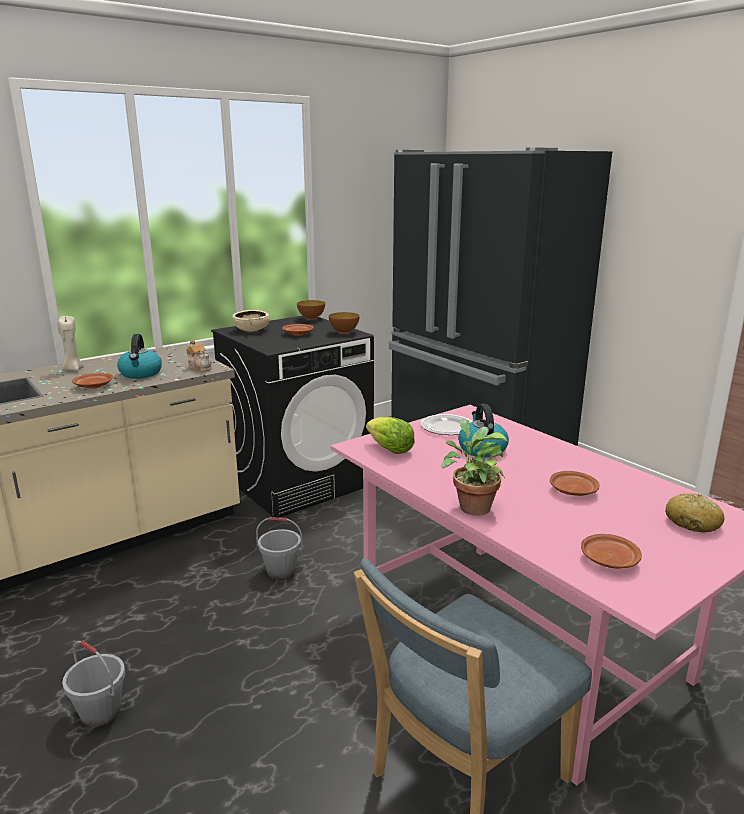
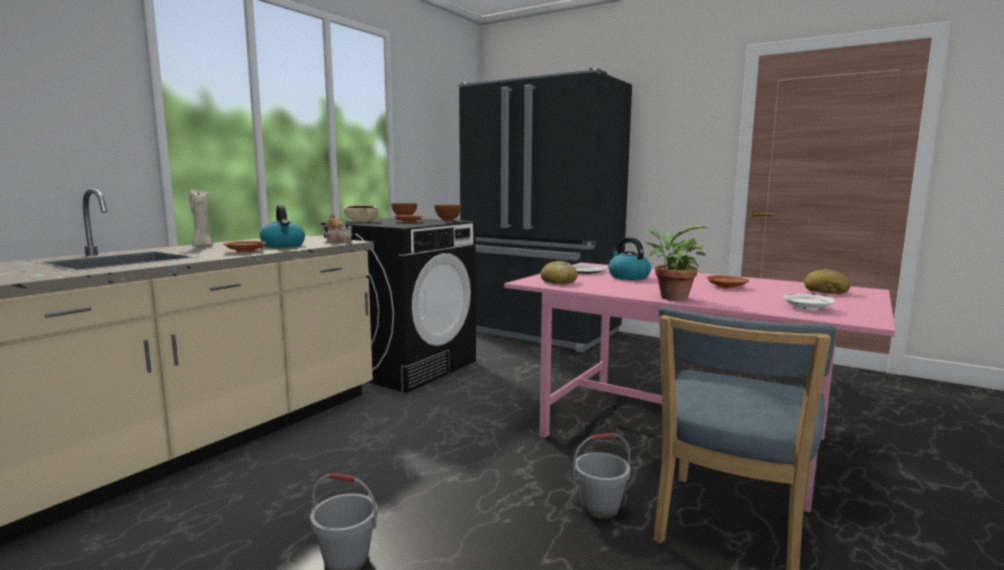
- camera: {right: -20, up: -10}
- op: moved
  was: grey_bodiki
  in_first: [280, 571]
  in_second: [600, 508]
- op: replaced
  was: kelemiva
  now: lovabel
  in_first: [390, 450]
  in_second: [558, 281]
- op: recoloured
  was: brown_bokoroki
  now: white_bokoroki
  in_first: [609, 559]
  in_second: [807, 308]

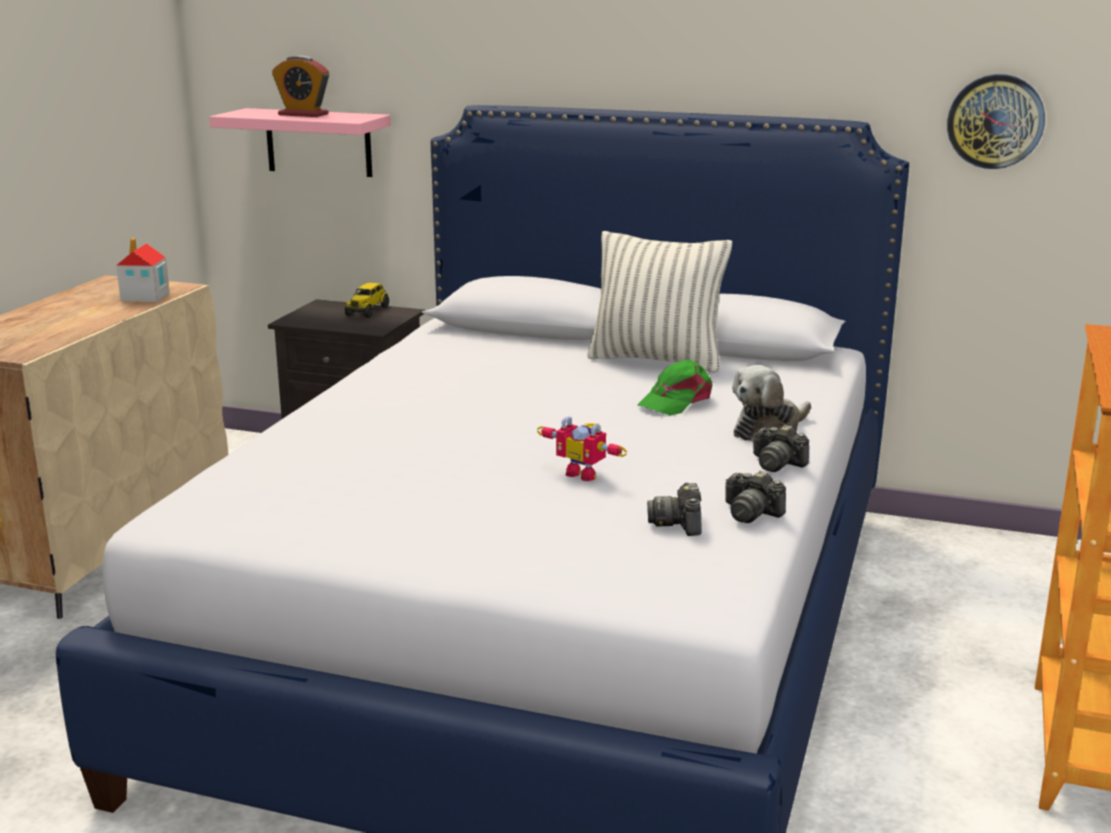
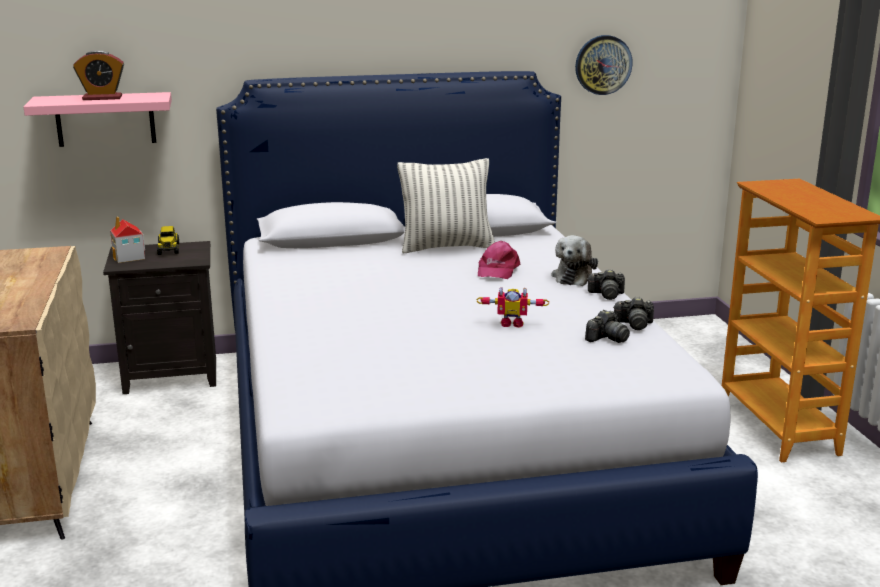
- camera: {right: -30, up: 0}
- op: moved
  was: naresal
  in_first: [145, 297]
  in_second: [129, 257]
- op: recoloured
  was: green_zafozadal
  now: pink_zafozadal
  in_first: [676, 401]
  in_second: [497, 270]
- op: turned
  was: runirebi
  in_first: [679, 523]
  in_second: [607, 338]
  clockwise: -105

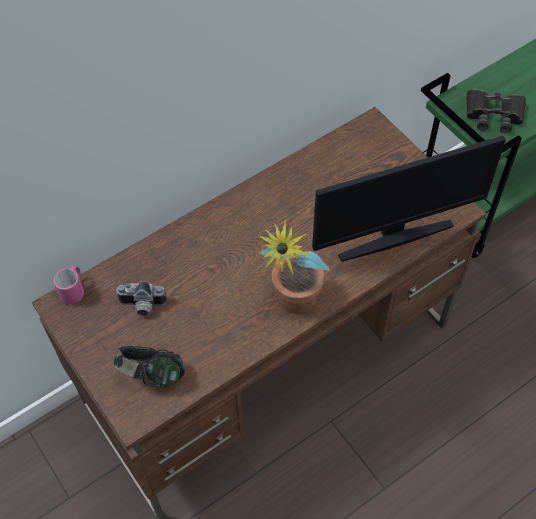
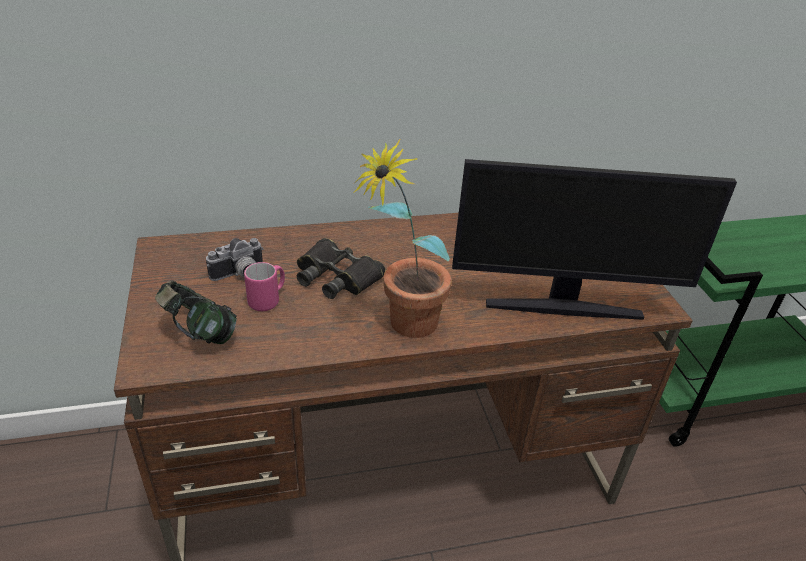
- camera: {right: 20, up: -20}
- op: moved
  was: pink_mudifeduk
  in_first: [74, 290]
  in_second: [268, 300]
- op: turned
  was: runirebi
  in_first: [142, 306]
  in_second: [239, 274]
  clockwise: -60
- op: moved
  was: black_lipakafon
  in_first: [494, 114]
  in_second: [337, 276]

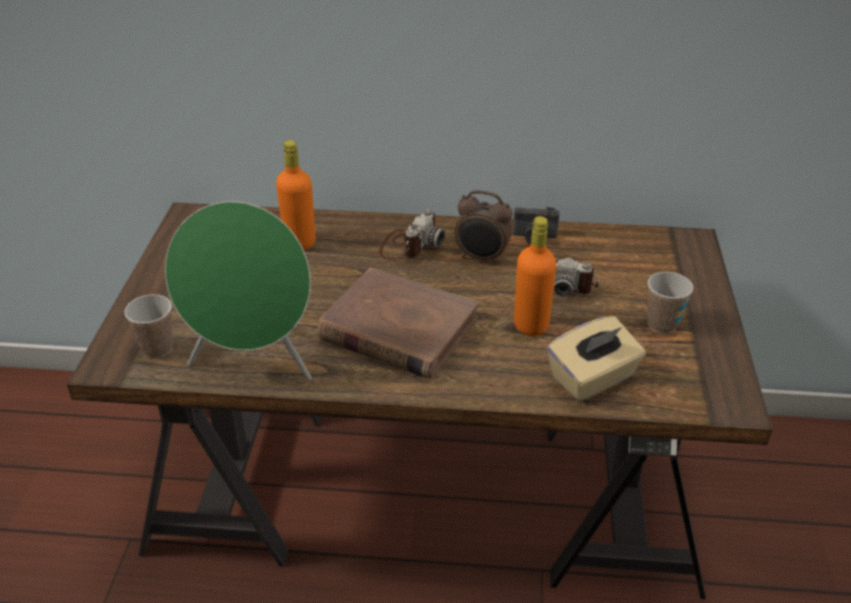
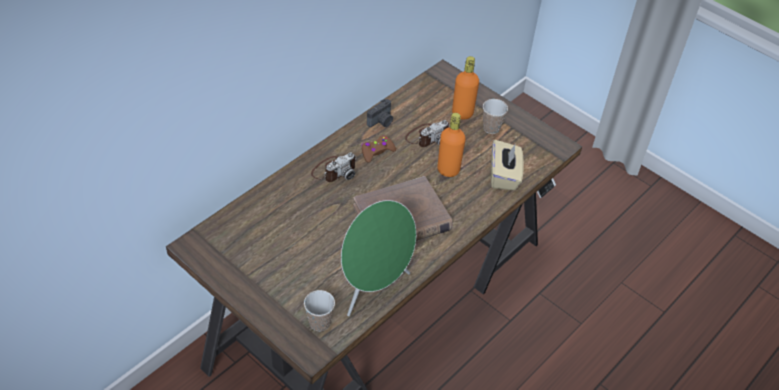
- camera: {right: -55, up: 10}
- op: moved
  was: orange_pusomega
  in_first: [300, 242]
  in_second: [462, 113]
- op: turned
  was: runirebi
  in_first: [409, 245]
  in_second: [334, 170]
  clockwise: 75
- op: replaced
  was: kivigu
  now: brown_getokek
  in_first: [481, 258]
  in_second: [377, 151]

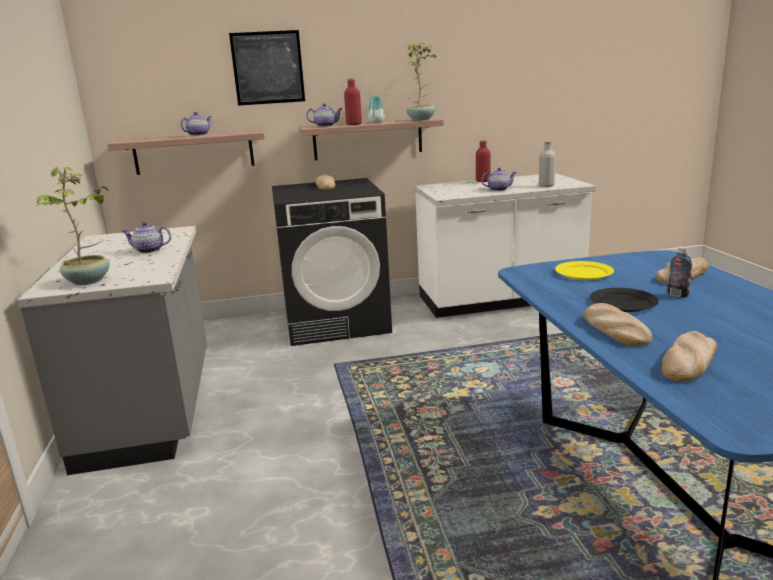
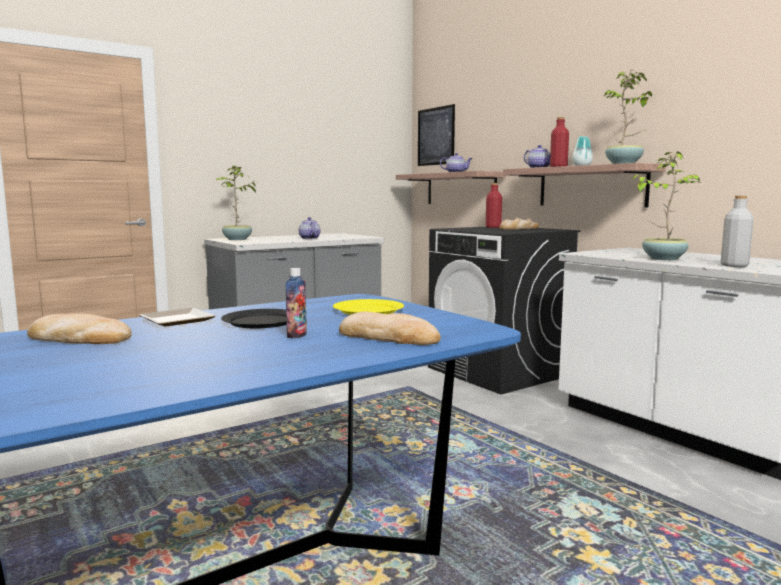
- camera: {right: 65, up: -10}
- op: moved
  was: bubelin
  in_first: [268, 68]
  in_second: [436, 136]
- op: moved
  was: red_pusomega
  in_first: [483, 181]
  in_second: [493, 227]
- op: replaced
  was: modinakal
  now: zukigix
  in_first: [499, 189]
  in_second: [663, 258]
- op: replaced
  was: lovabel
  now: bokoroki
  in_first: [614, 329]
  in_second: [176, 321]

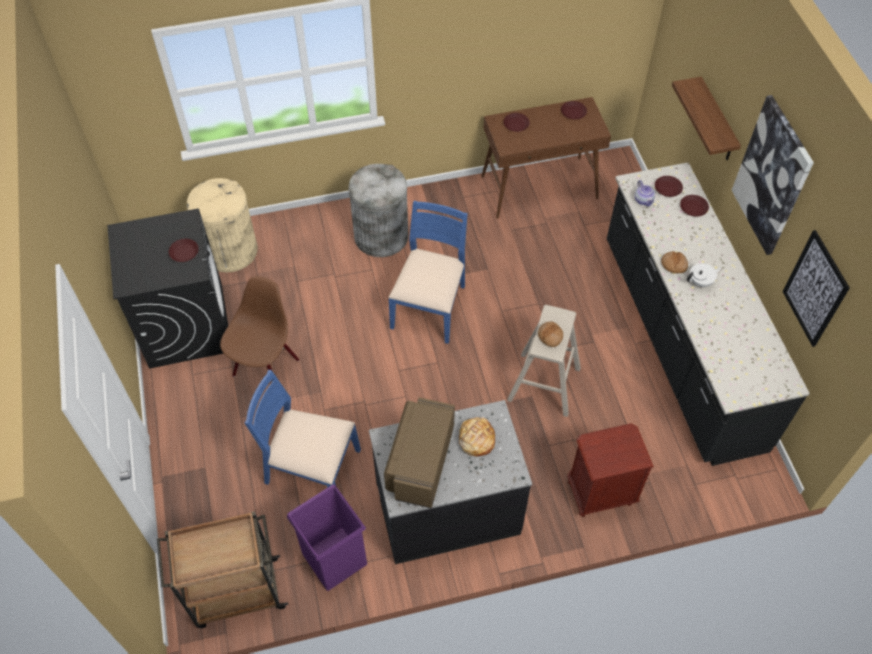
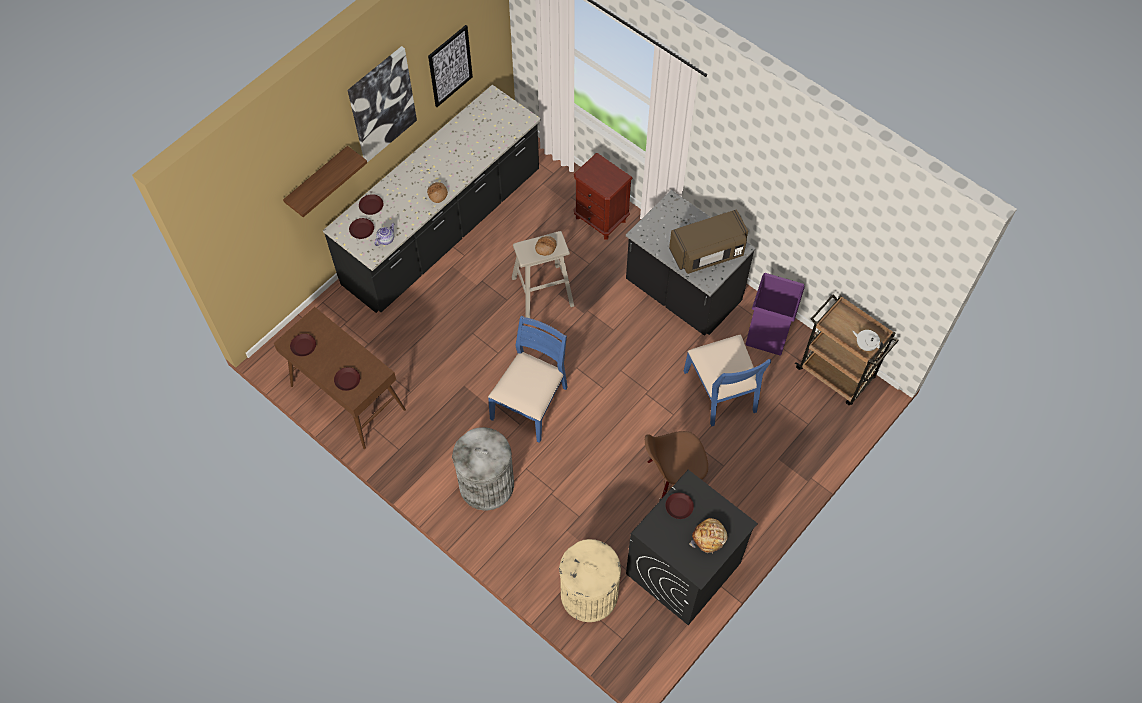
- camera: {right: -125, up: 5}
- op: turned
  was: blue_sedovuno
  in_first: [430, 306]
  in_second: [531, 403]
  clockwise: 135
- op: moved
  was: lovabel
  in_first: [476, 439]
  in_second: [709, 538]
- op: moved
  was: white_modinakal
  in_first: [701, 282]
  in_second: [865, 345]

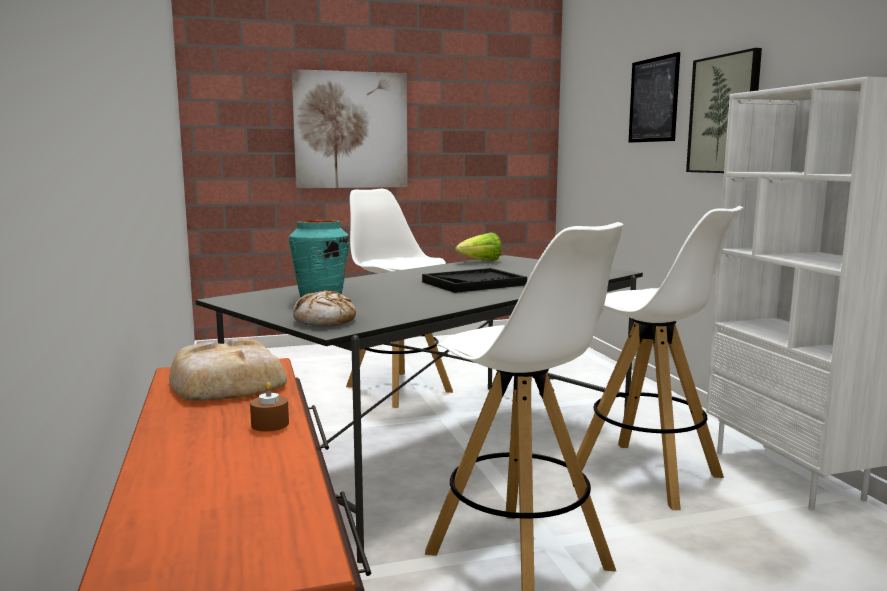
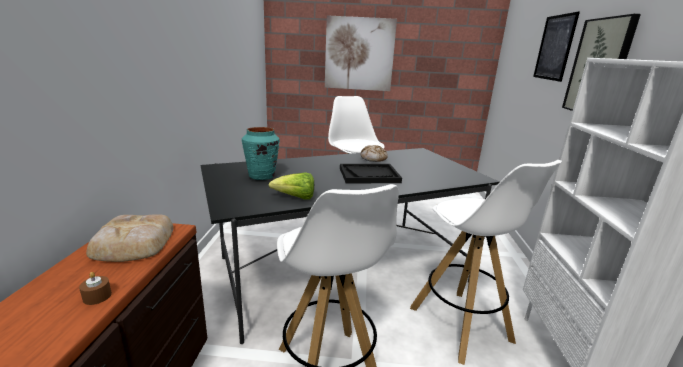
- camera: {right: 20, up: 10}
- op: moved
  was: lovabel
  in_first: [325, 321]
  in_second: [373, 158]
- op: moved
  was: kelemiva
  in_first: [481, 261]
  in_second: [295, 198]

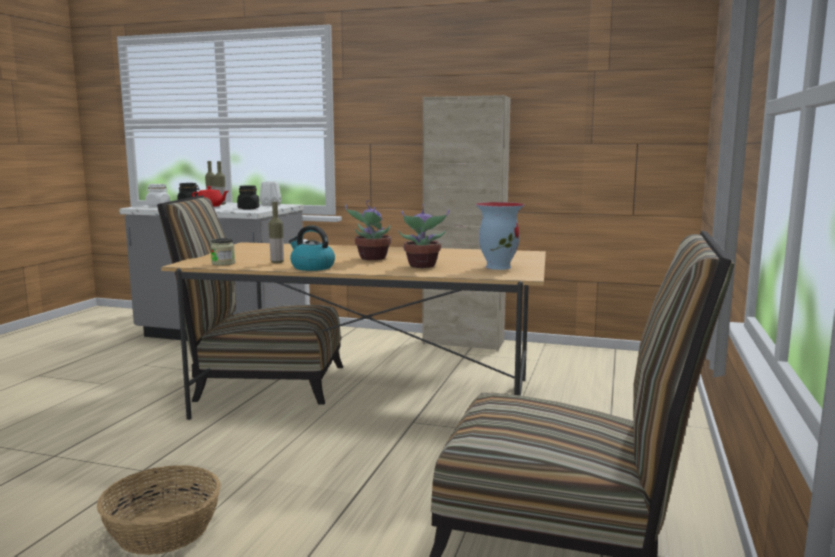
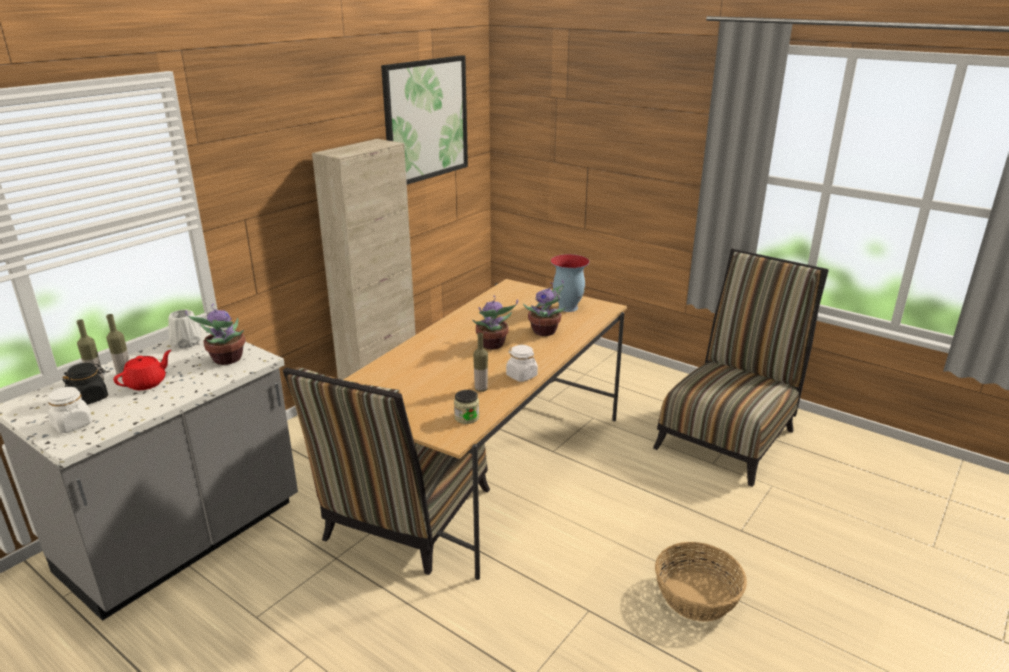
- camera: {right: -70, up: 15}
- op: replaced
  was: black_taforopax
  now: zukigix
  in_first: [248, 209]
  in_second: [226, 360]
- op: replaced
  was: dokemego
  now: white_taforopax
  in_first: [312, 267]
  in_second: [521, 375]
- op: added
  now: bubelin
  in_second: [426, 120]

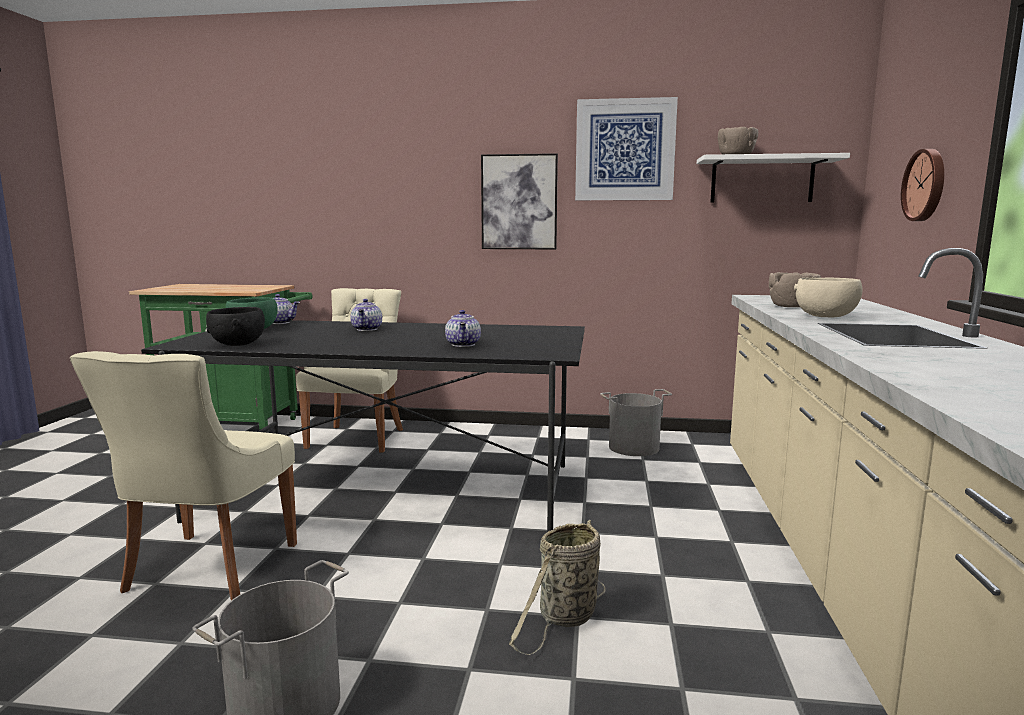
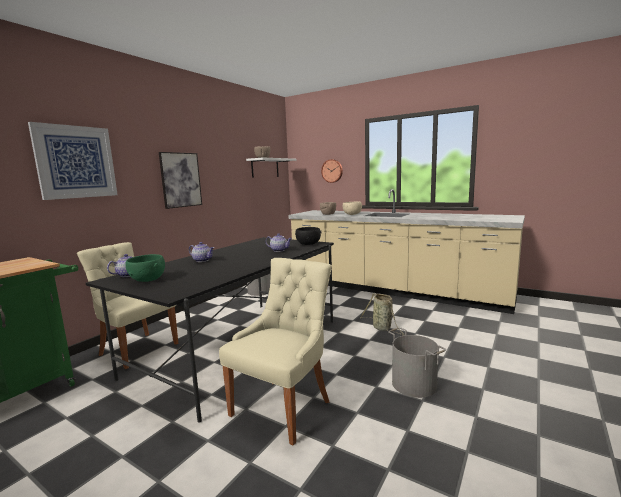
- camera: {right: -65, up: 0}
- op: turned
  was: beige_sedovuno
  in_first: [208, 569]
  in_second: [283, 406]
  clockwise: -90
- op: moved
  was: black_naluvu
  in_first: [238, 344]
  in_second: [308, 244]
- op: moved
  was: bubelin
  in_first: [625, 150]
  in_second: [76, 162]

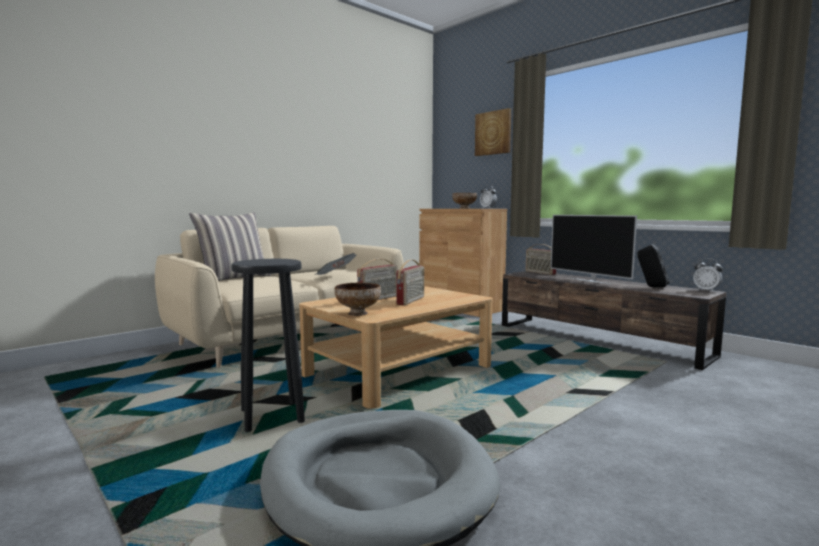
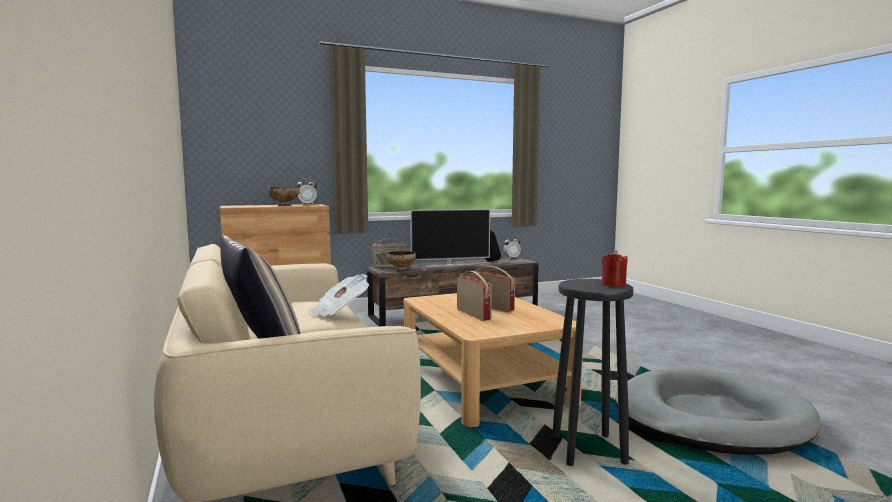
- camera: {right: -70, up: 0}
- op: moved
  was: naluvu
  in_first: [358, 313]
  in_second: [401, 270]
- op: removed
  was: bubelin
  in_first: [493, 133]
- op: added
  now: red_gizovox
  in_second: [613, 284]

